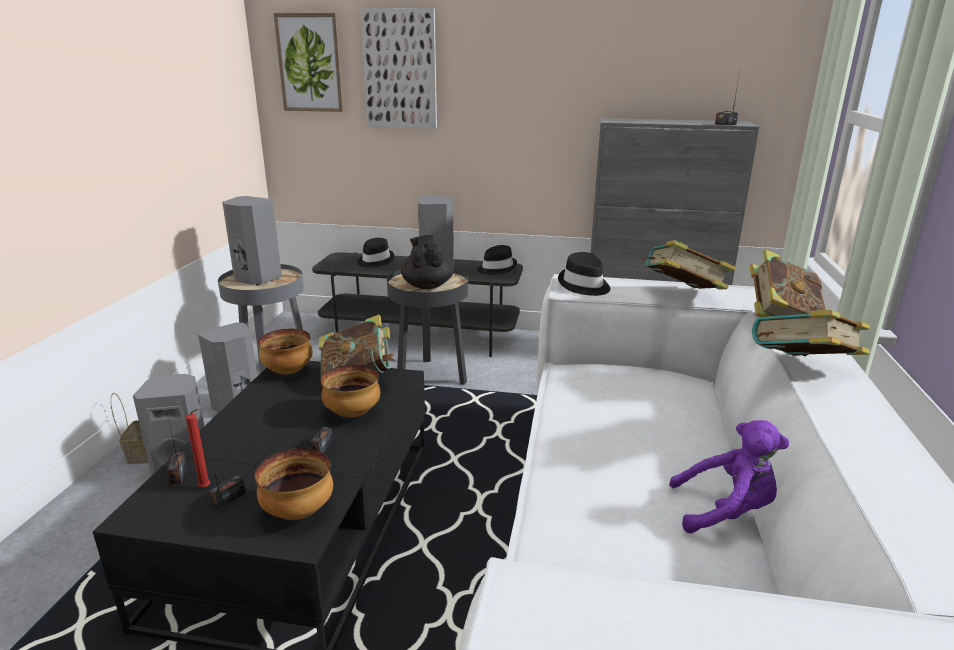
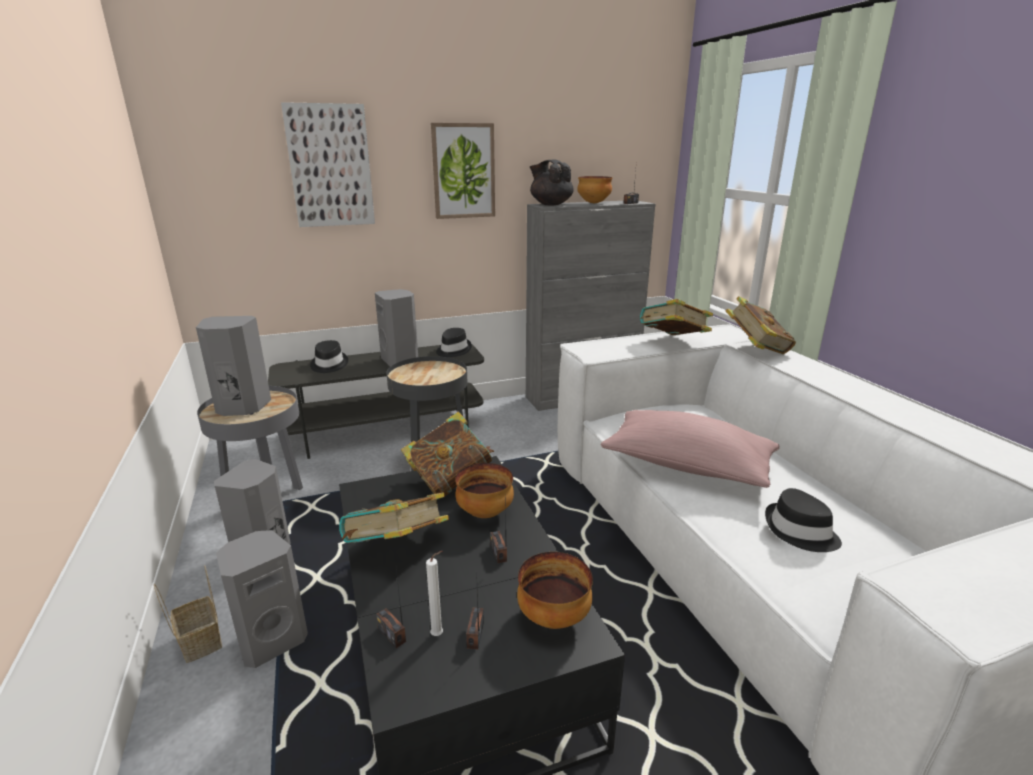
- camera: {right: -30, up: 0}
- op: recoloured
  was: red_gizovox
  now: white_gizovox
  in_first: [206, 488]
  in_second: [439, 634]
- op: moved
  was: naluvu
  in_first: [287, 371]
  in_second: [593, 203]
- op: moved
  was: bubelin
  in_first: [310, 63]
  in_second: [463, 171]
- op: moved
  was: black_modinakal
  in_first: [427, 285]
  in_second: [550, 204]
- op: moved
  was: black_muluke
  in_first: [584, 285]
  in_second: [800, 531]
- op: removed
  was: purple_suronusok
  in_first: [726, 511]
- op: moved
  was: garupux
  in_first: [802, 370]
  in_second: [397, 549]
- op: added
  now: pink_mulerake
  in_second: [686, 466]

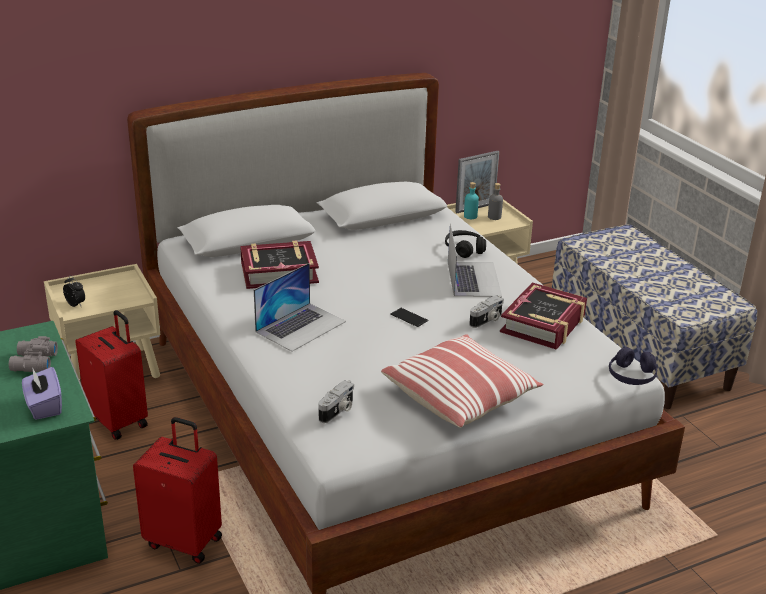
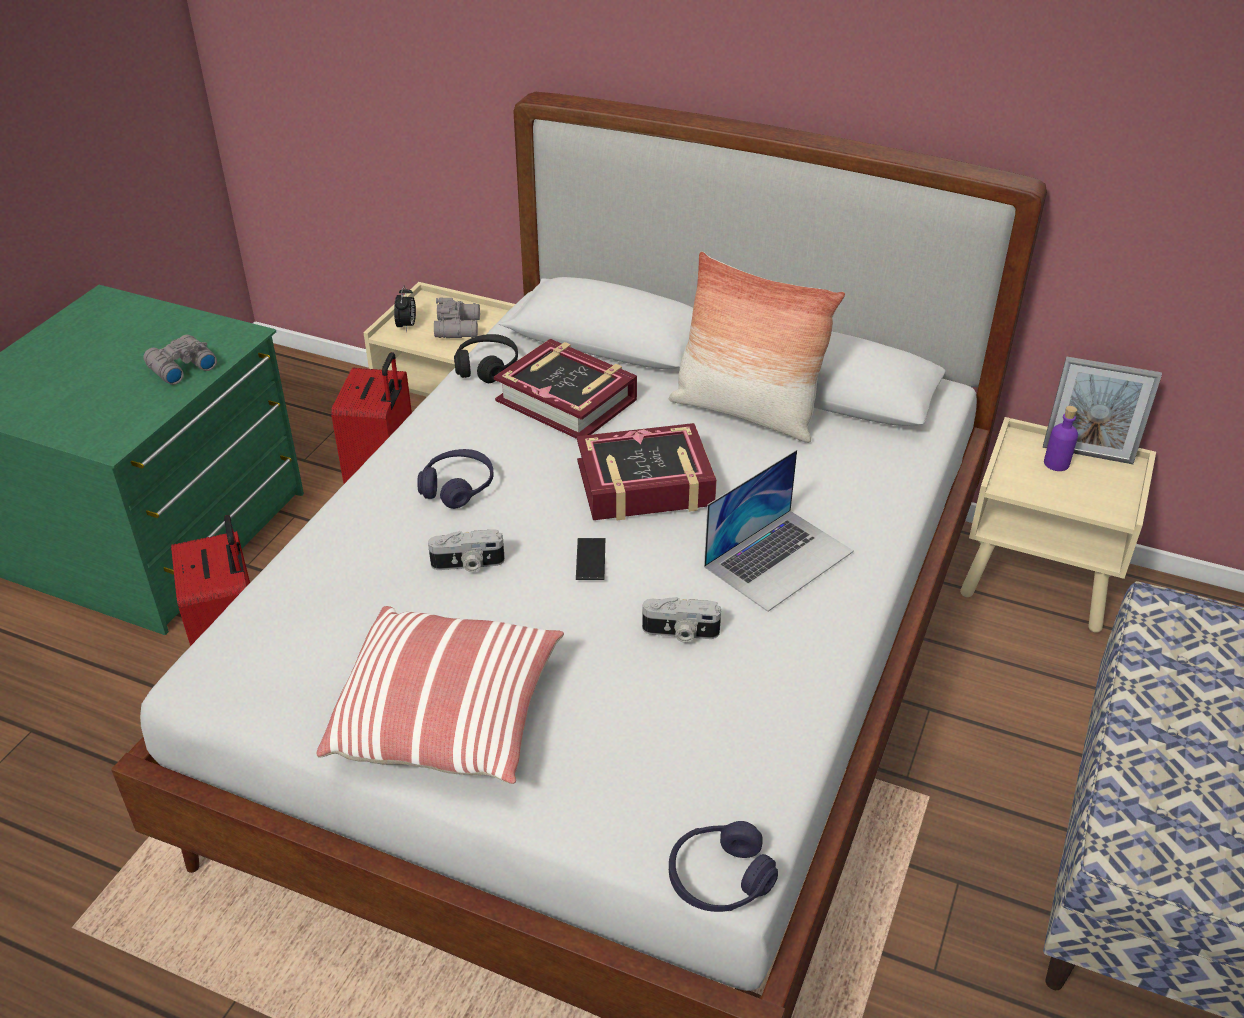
- camera: {right: 50, up: 10}
- op: removed
  was: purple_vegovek
  in_first: [44, 406]
- op: replaced
  was: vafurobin
  now: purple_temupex
  in_first: [301, 326]
  in_second: [457, 487]
- op: moved
  was: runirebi
  in_first: [338, 411]
  in_second: [467, 564]
- op: moved
  was: black_temupex
  in_first: [464, 249]
  in_second: [486, 367]
- op: recoloured
  was: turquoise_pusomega
  now: purple_pusomega
  in_first: [470, 216]
  in_second: [1056, 463]
- op: removed
  was: grey_pusomega
  in_first: [494, 217]
- op: moved
  was: garupux
  in_first: [543, 324]
  in_second: [645, 484]
- op: added
  now: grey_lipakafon
  in_second: [459, 327]
- op: added
  now: mulerake
  in_second: [746, 412]

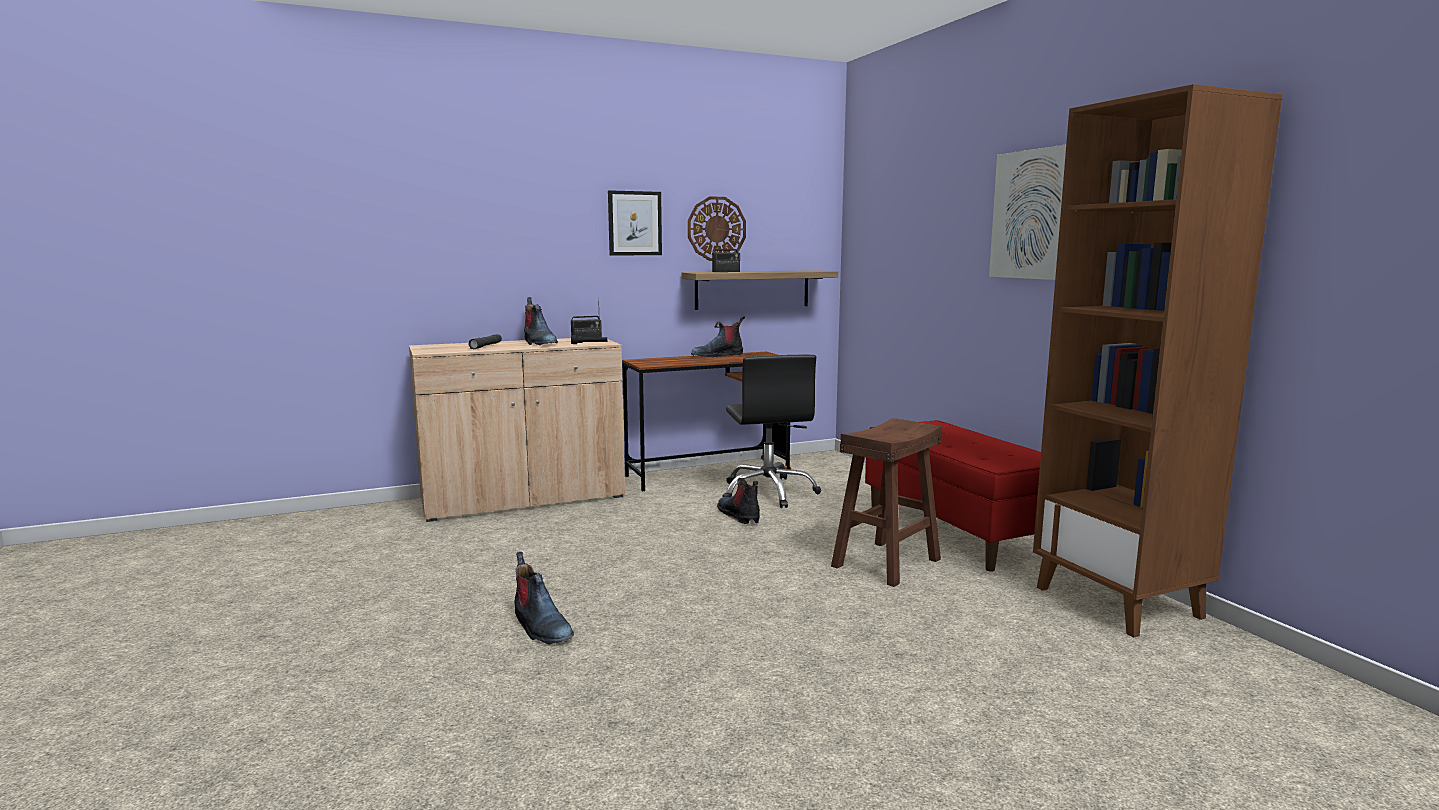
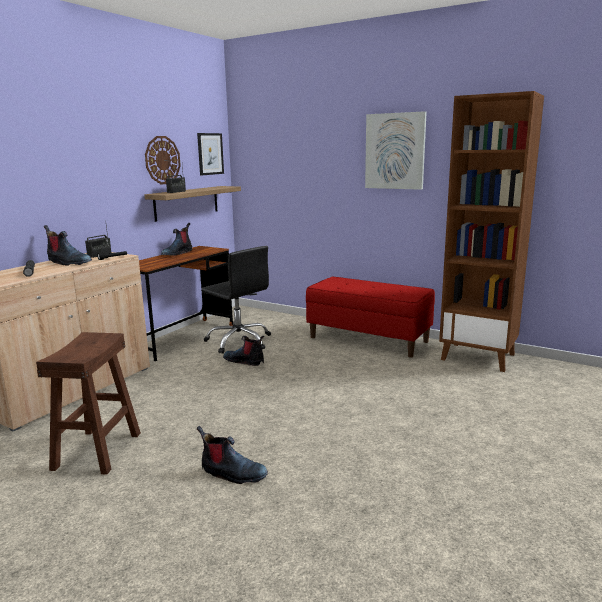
- camera: {right: -35, up: 5}
- op: moved
  was: bubelin
  in_first: [634, 223]
  in_second: [210, 154]
- op: moved
  was: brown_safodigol
  in_first: [886, 562]
  in_second: [97, 450]

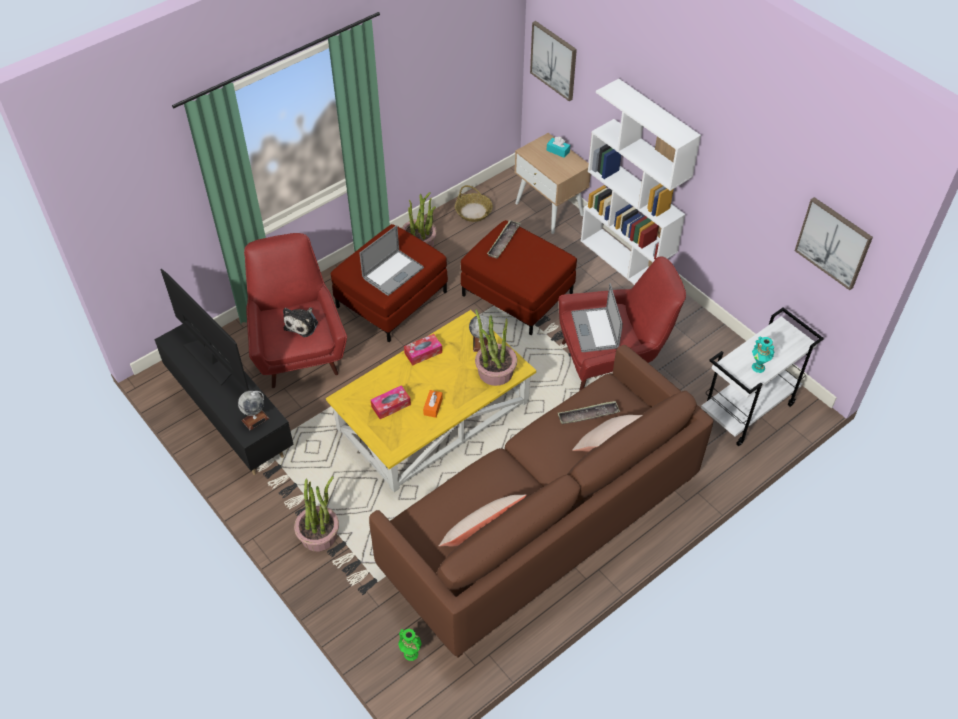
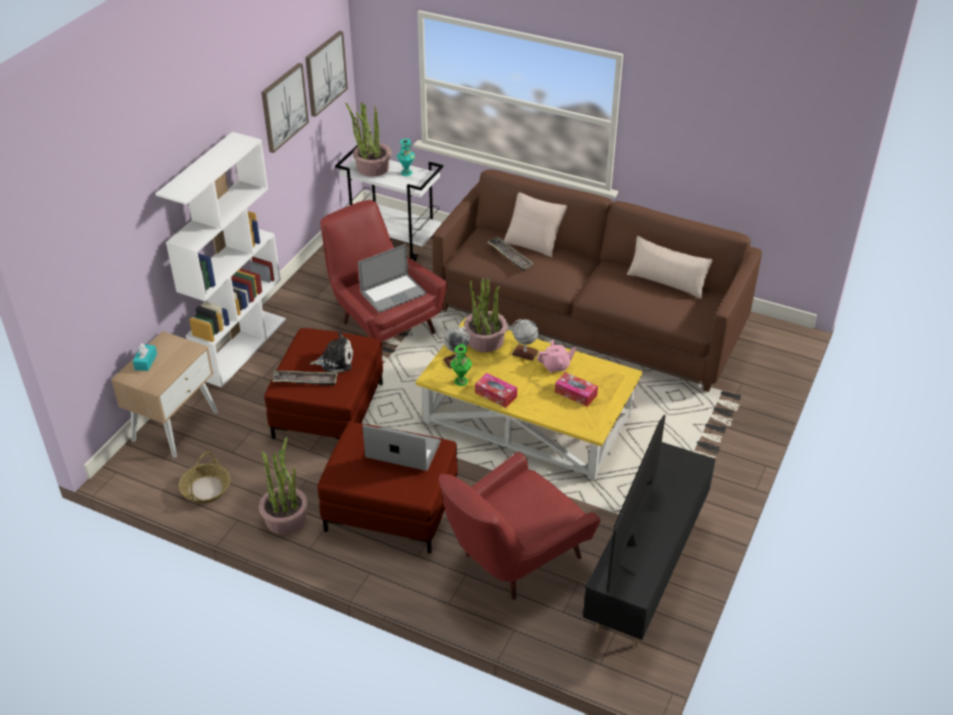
- camera: {right: -115, up: -10}
- op: moved
  was: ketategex
  in_first: [255, 419]
  in_second: [524, 353]
- op: moved
  was: suronusok
  in_first: [302, 324]
  in_second: [335, 361]
- op: moved
  was: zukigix
  in_first: [319, 534]
  in_second: [372, 167]
- op: moved
  was: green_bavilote
  in_first: [410, 654]
  in_second: [461, 381]
- op: replaced
  was: orange_vegovek
  now: pink_modinakal
  in_first: [433, 407]
  in_second: [556, 366]
- op: moved
  was: bubelin
  in_first: [554, 60]
  in_second: [283, 107]

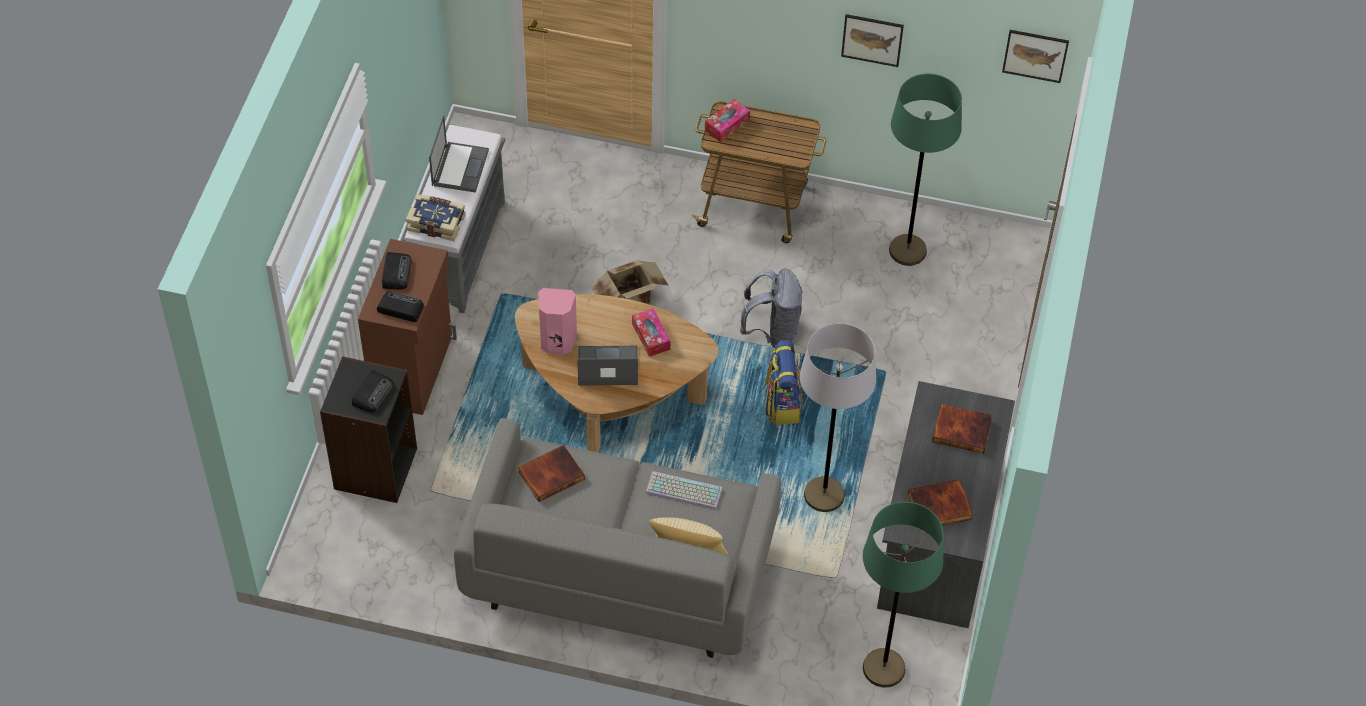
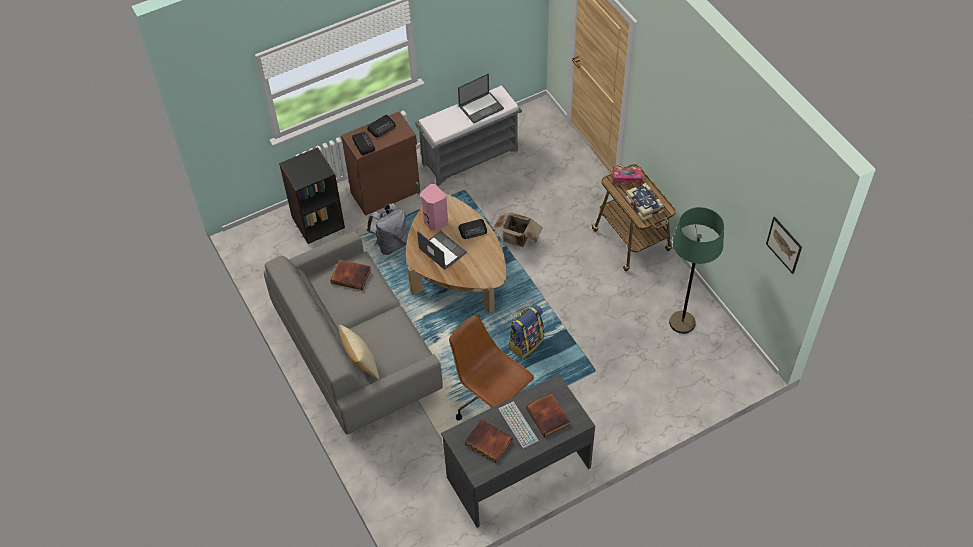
- camera: {right: 50, up: 0}
- op: moved
  was: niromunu
  in_first: [373, 393]
  in_second: [473, 230]
- op: moved
  was: garupux
  in_first: [436, 222]
  in_second: [644, 205]
- op: removed
  was: vegovek
  in_first: [651, 336]
- op: moved
  was: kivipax
  in_first: [682, 491]
  in_second: [517, 425]
- op: moved
  was: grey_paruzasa
  in_first: [772, 331]
  in_second: [391, 244]
- op: replaced
  was: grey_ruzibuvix
  now: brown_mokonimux
  in_first: [824, 495]
  in_second: [490, 402]
- op: removed
  was: bubelin
  in_first: [872, 39]
- op: removed
  was: green_ruzibuvix
  in_first: [883, 669]

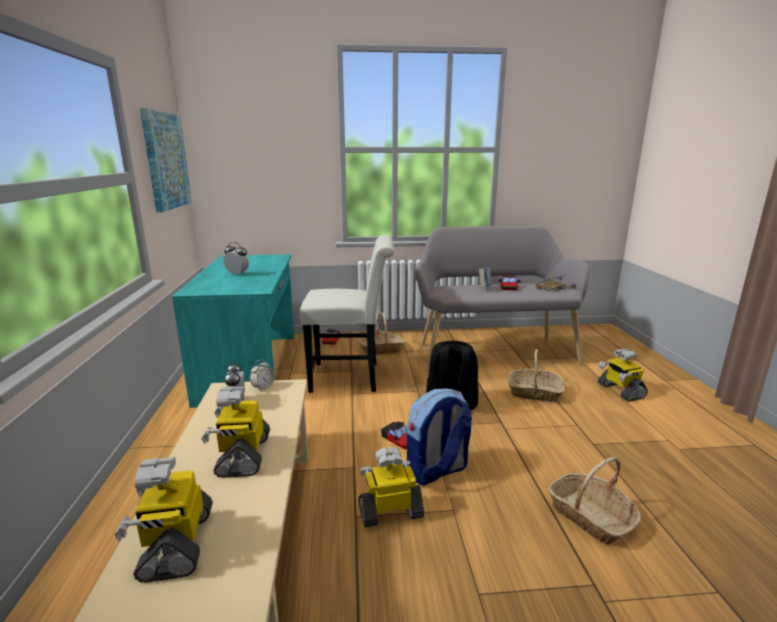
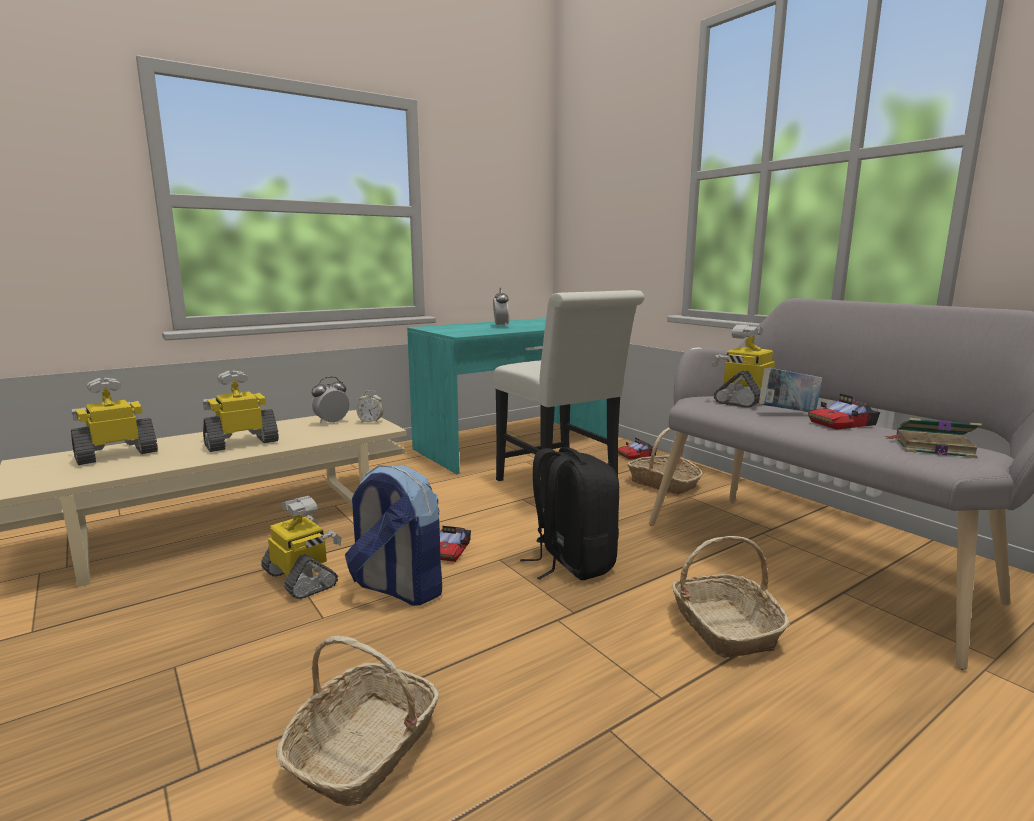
- camera: {right: 60, up: -5}
- op: removed
  was: bubelin
  in_first: [165, 160]
- op: moved
  was: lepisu
  in_first: [620, 390]
  in_second: [745, 400]

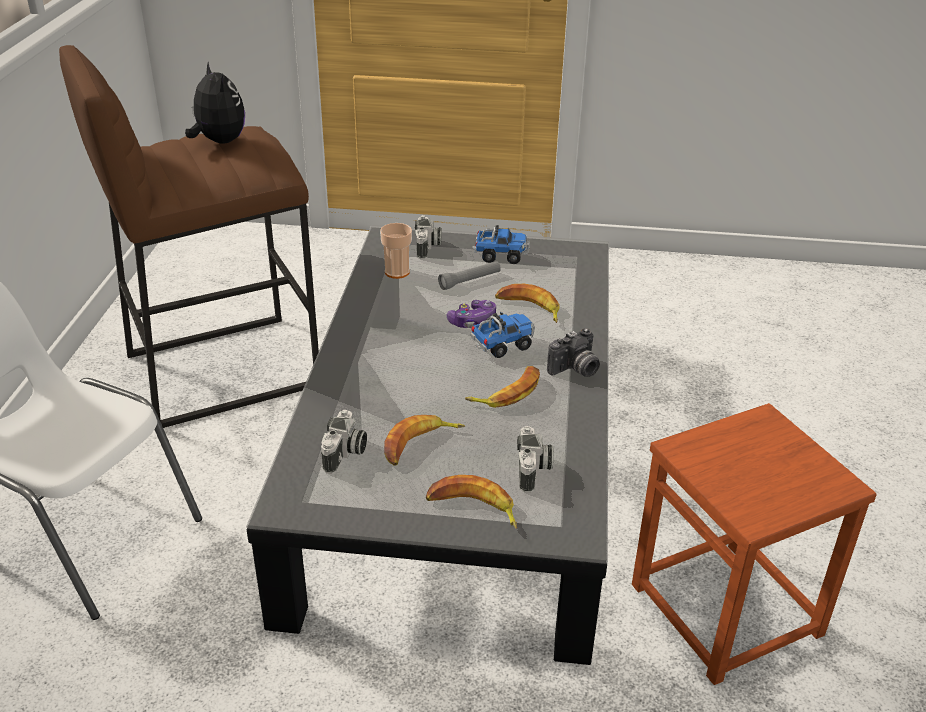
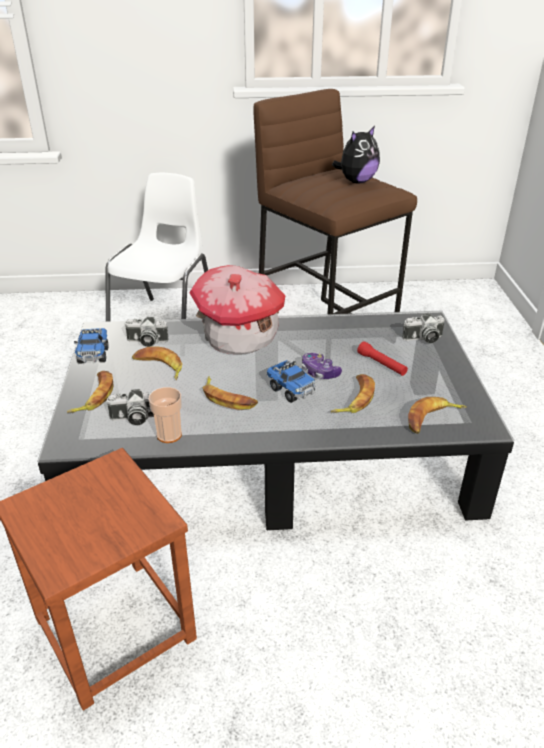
- camera: {right: 80, up: 0}
- op: moved
  was: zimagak
  in_first: [397, 272]
  in_second: [169, 435]
- op: recoloured
  was: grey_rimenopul
  now: red_rimenopul
  in_first: [470, 281]
  in_second: [381, 364]
- op: moved
  was: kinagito
  in_first: [500, 256]
  in_second: [93, 355]
- op: removed
  was: runirebi
  in_first: [575, 370]
- op: added
  now: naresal
  in_second: [240, 337]
- op: added
  now: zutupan
  in_second: [432, 419]

